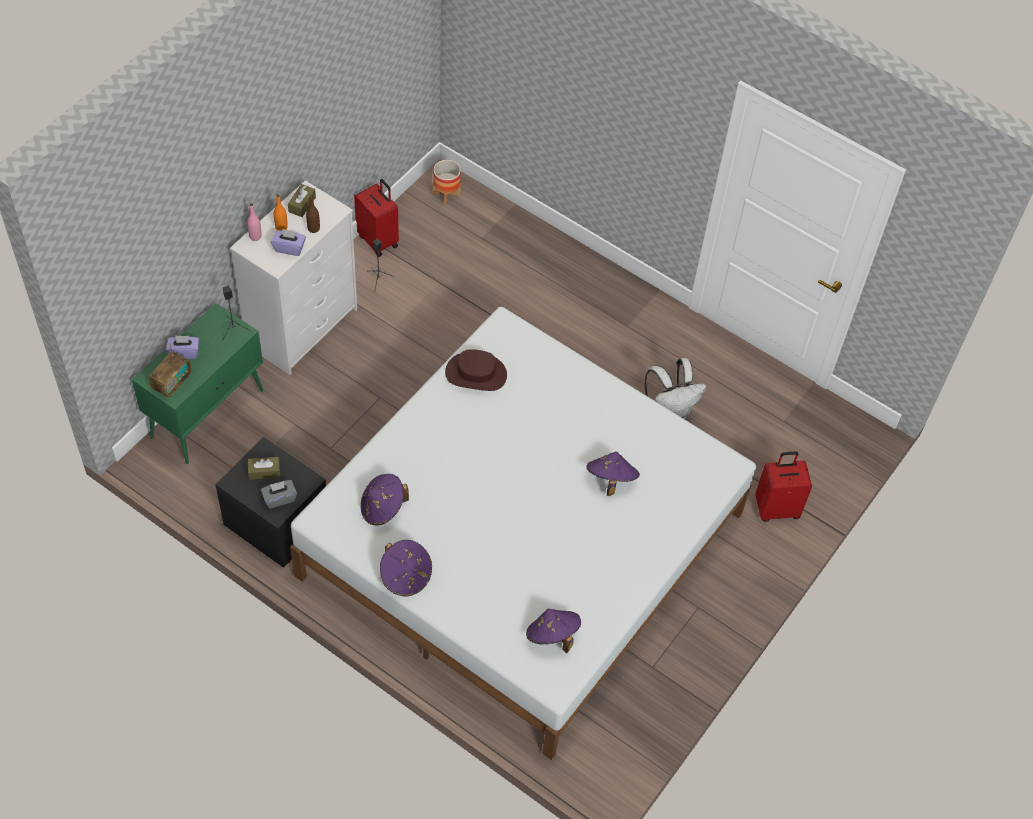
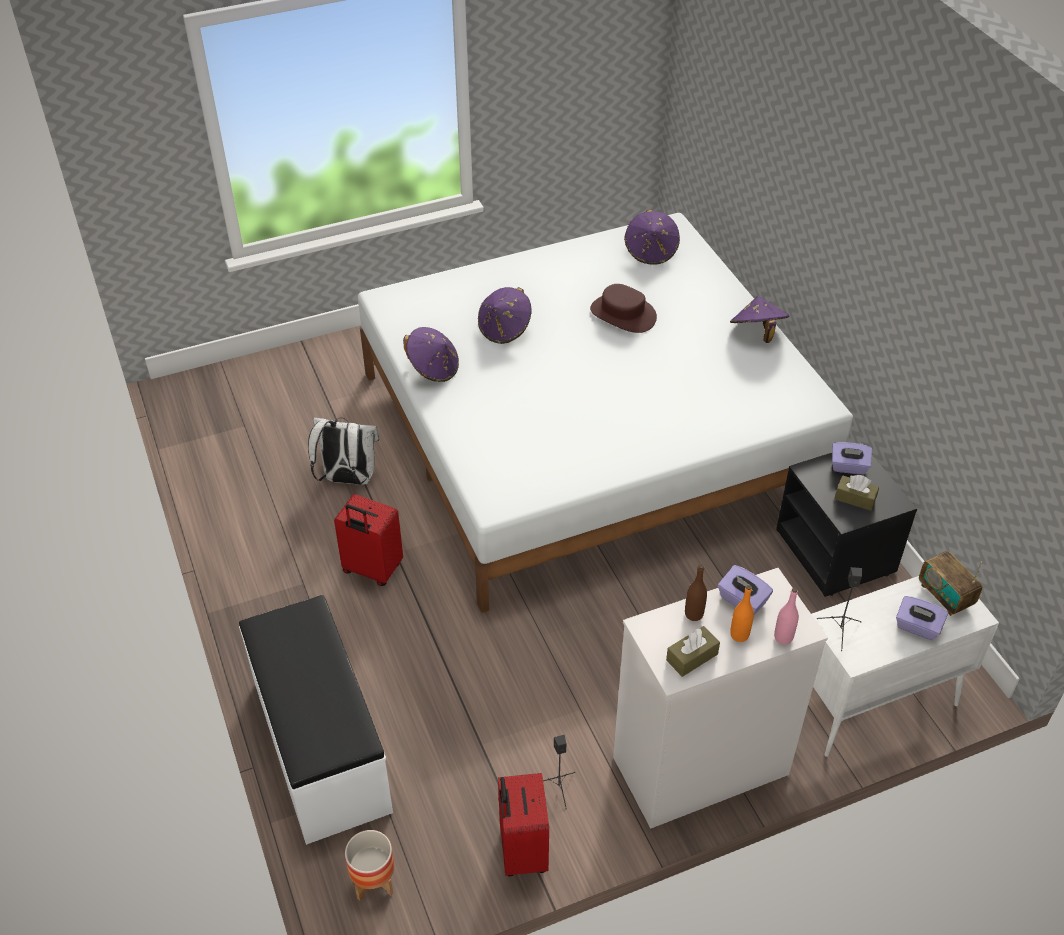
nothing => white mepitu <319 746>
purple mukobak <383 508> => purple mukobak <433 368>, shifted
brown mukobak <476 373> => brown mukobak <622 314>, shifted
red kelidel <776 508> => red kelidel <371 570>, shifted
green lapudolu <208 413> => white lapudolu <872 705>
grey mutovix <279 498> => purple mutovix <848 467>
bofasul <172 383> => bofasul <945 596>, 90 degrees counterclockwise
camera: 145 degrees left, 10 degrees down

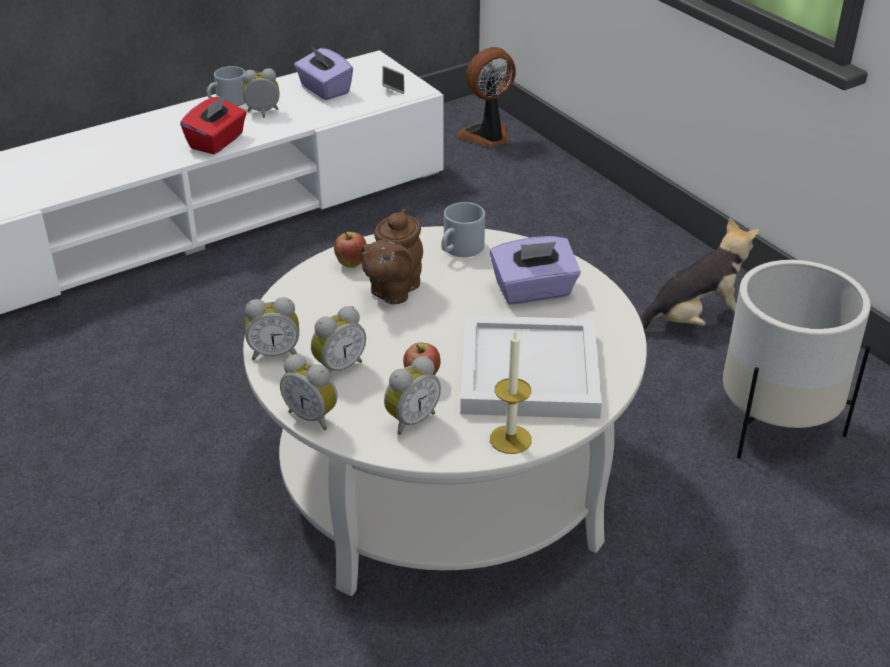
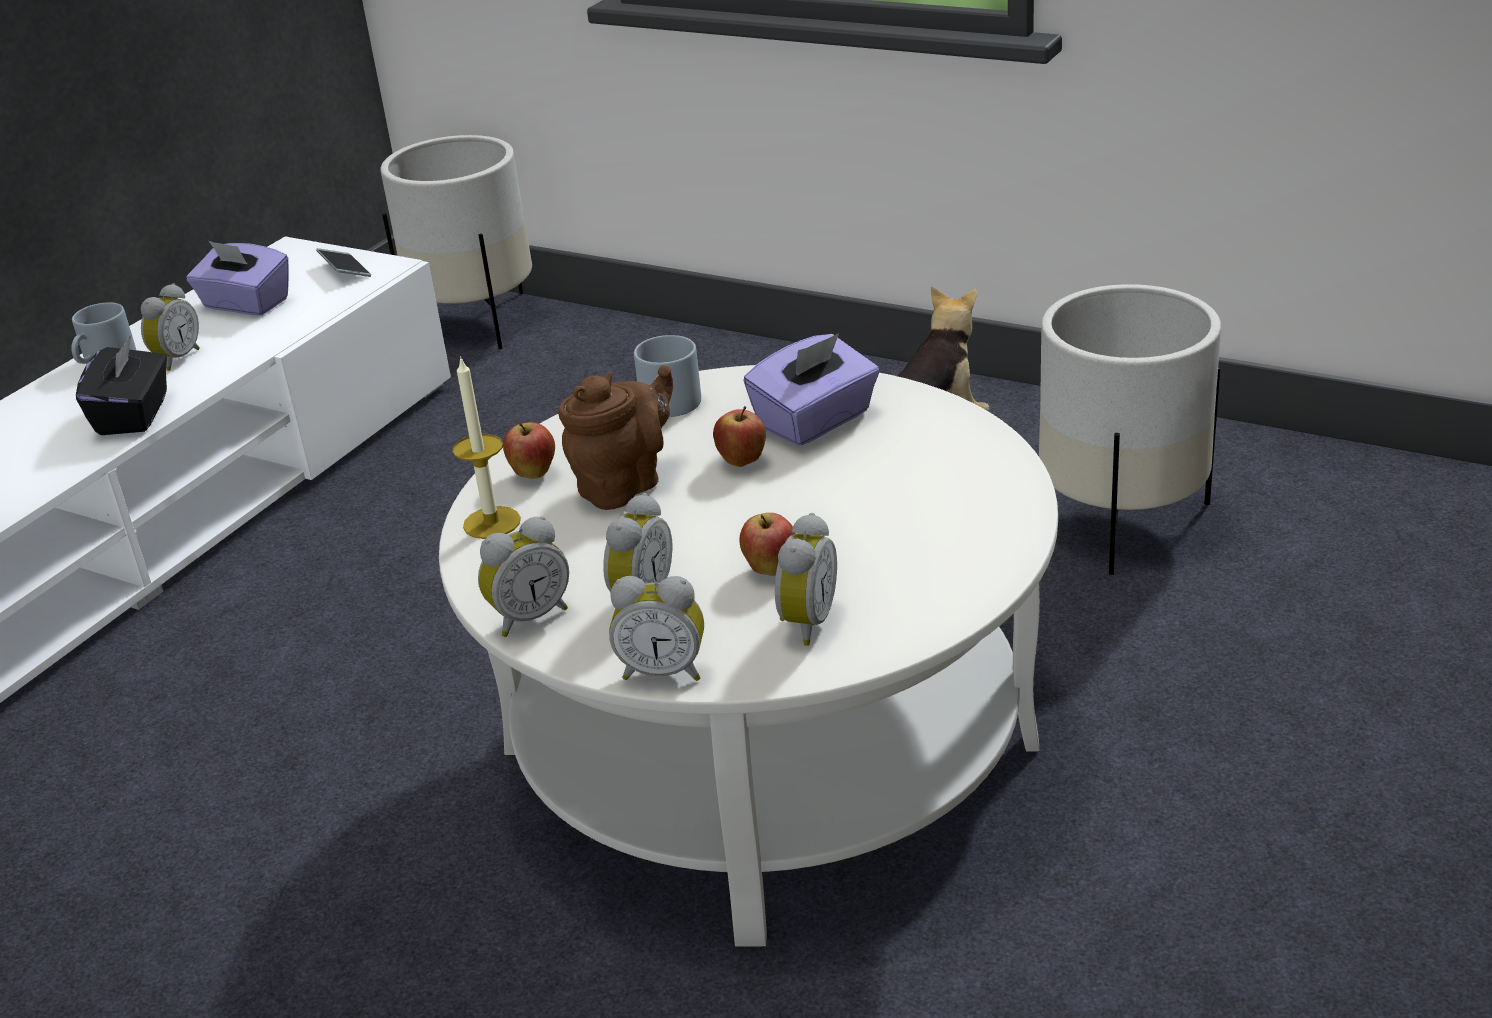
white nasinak <527 373> => nothing
nothing => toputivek <742 462>
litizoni <510 439> => litizoni <492 522>, shifted
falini <488 136> => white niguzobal <476 321>
red mutovix <217 142> => black mutovix <135 415>
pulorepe <263 113> => pulorepe <176 359>, 150 degrees clockwise
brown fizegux <392 291> => brown fizegux <625 485>, 135 degrees counterclockwise
camera: 25 degrees left, 5 degrees down

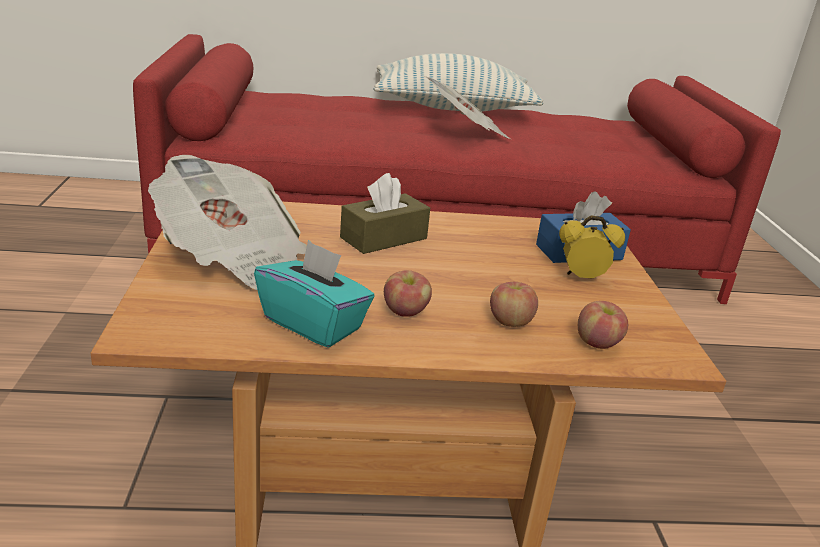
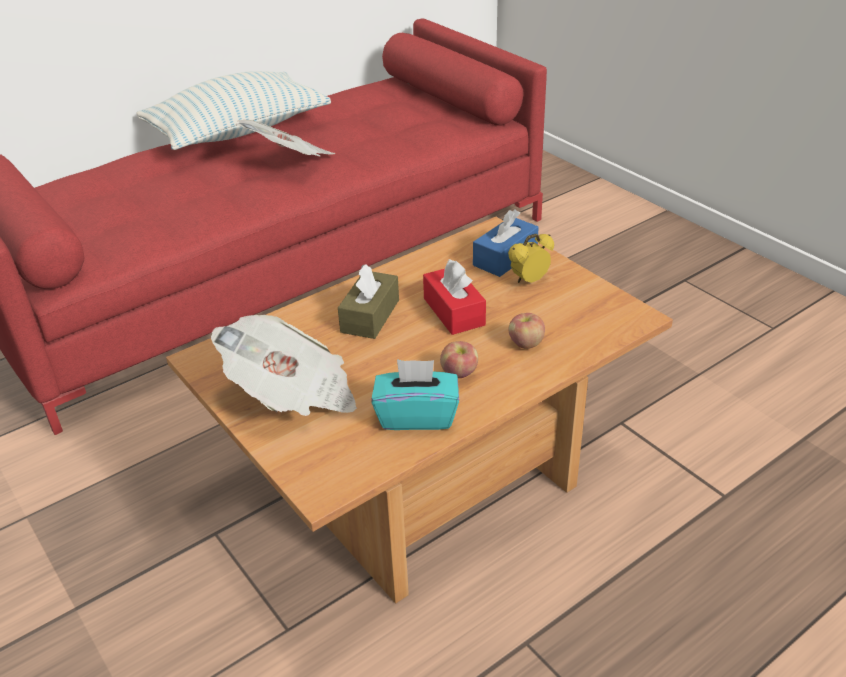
toputivek <597 343> => nothing
nothing => red mutovix <454 312>
camera: 30 degrees left, 10 degrees up

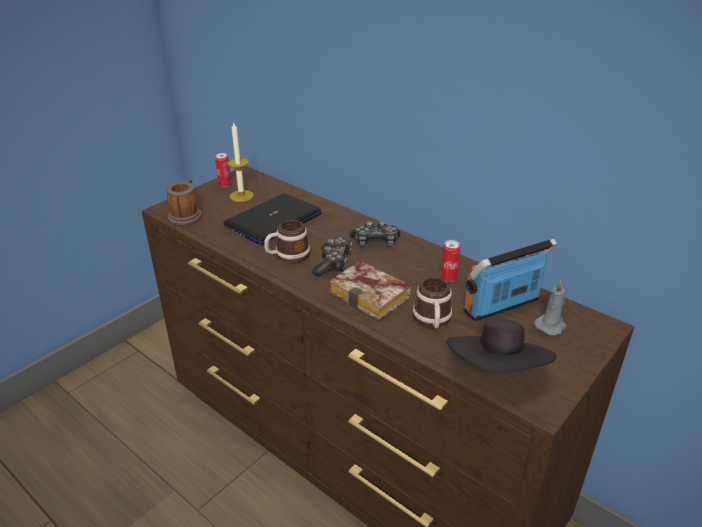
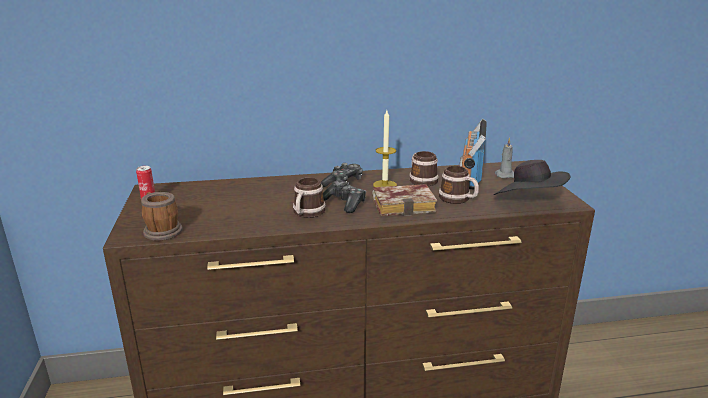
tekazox <273 220> => nothing
litizoni <241 196> => litizoni <385 185>, shifted
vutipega <448 278> => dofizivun <421 180>
camera: 50 degrees left, 10 degrees down

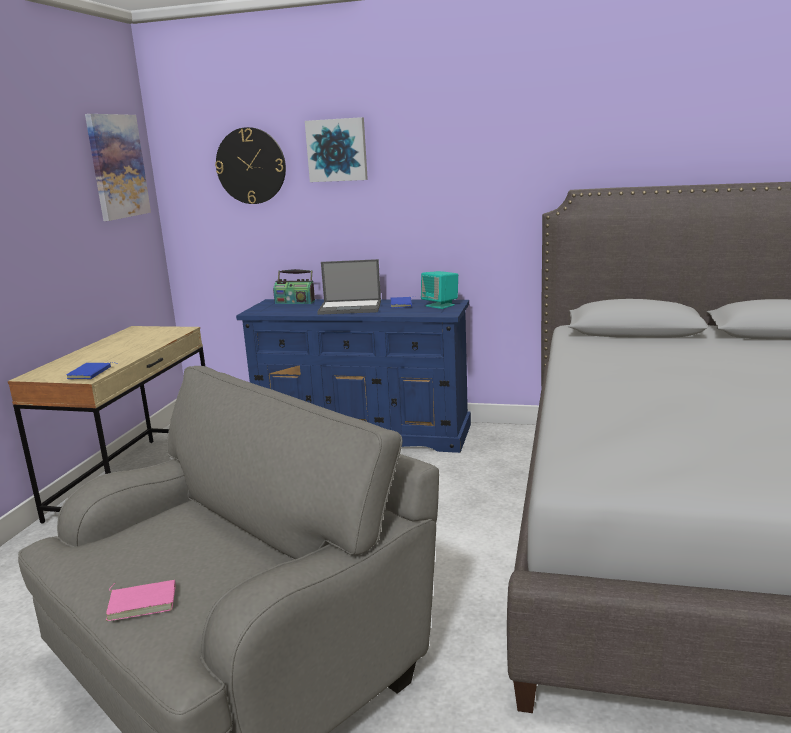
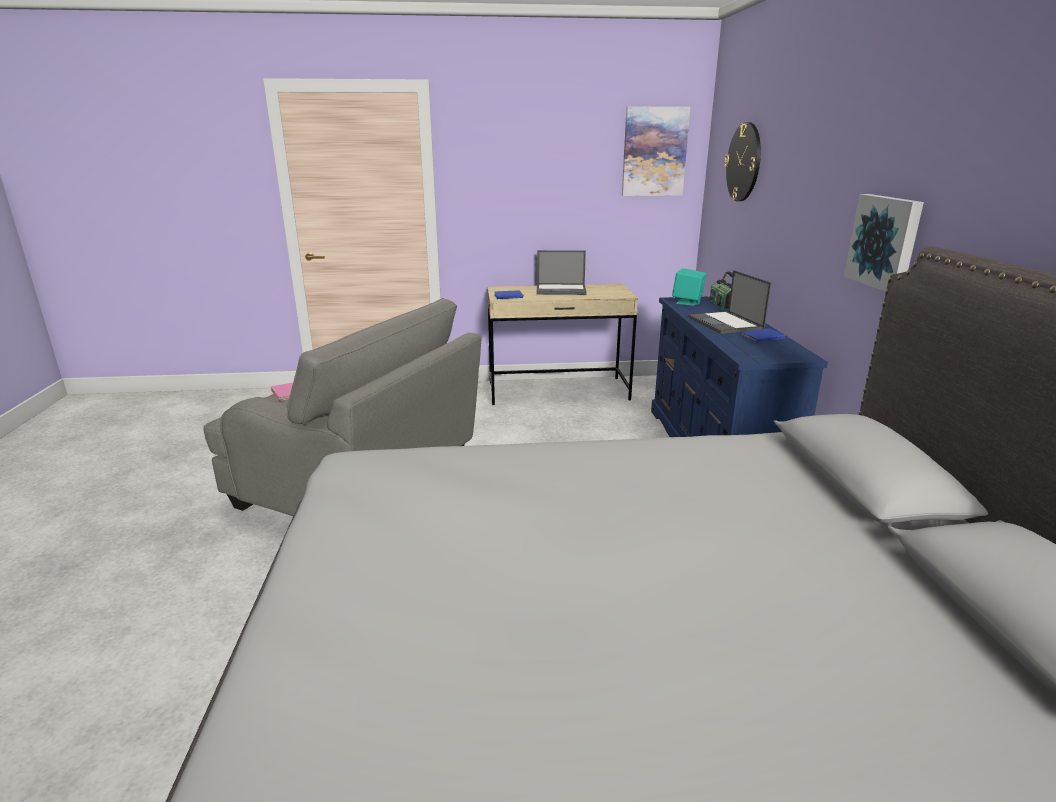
nothing => tekazox <561 290>
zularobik <337 150> => zularobik <885 242>, shifted
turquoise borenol <440 305> => turquoise borenol <687 302>, shifted
camera: 70 degrees right, 5 degrees up

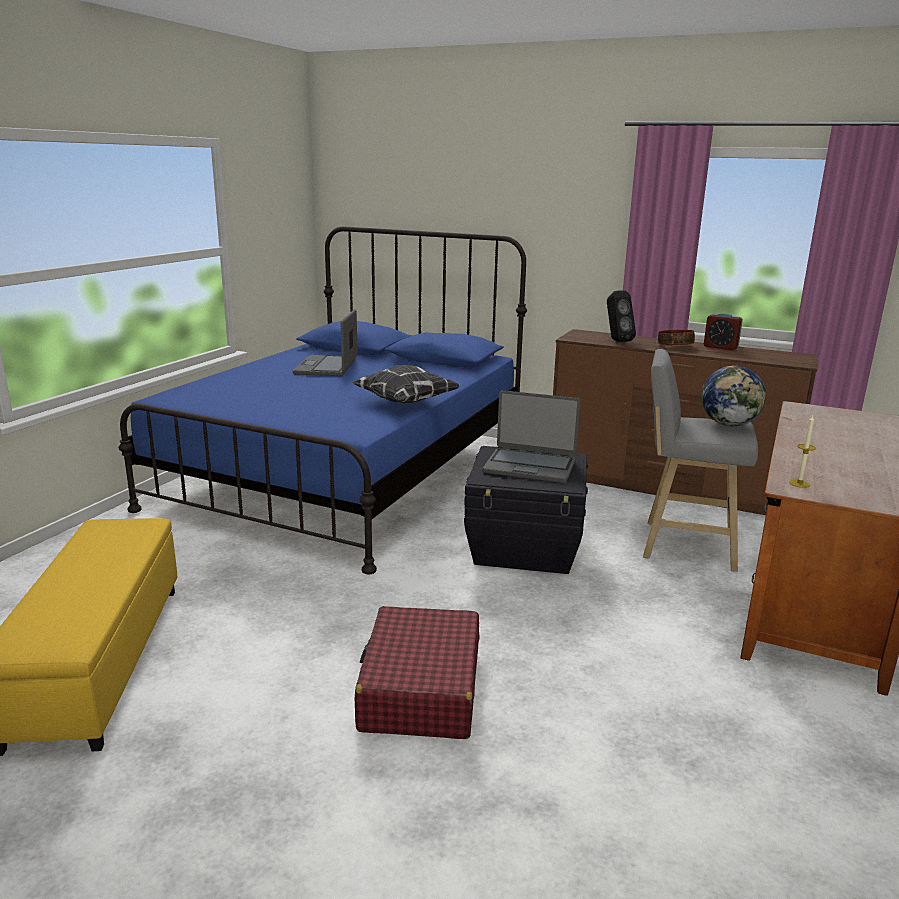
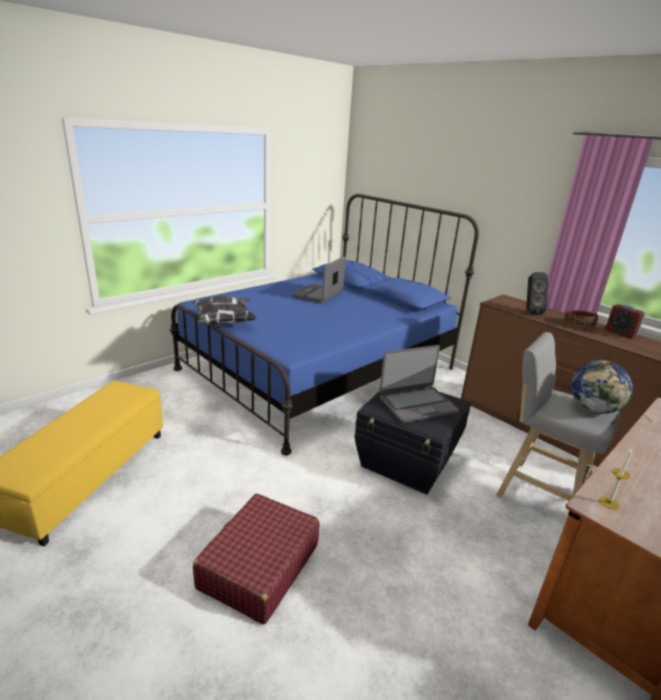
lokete <405 402> => lokete <225 322>, shifted
tekazox <530 466> => tekazox <417 404>, 60 degrees counterclockwise
camera: 20 degrees right, 5 degrees up

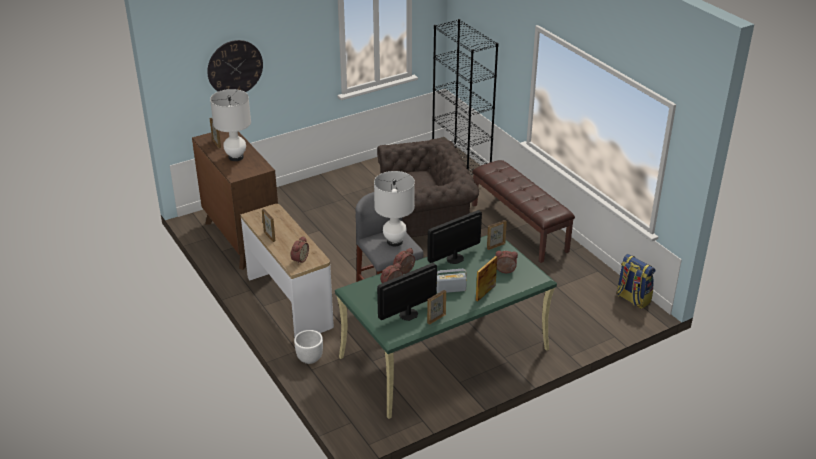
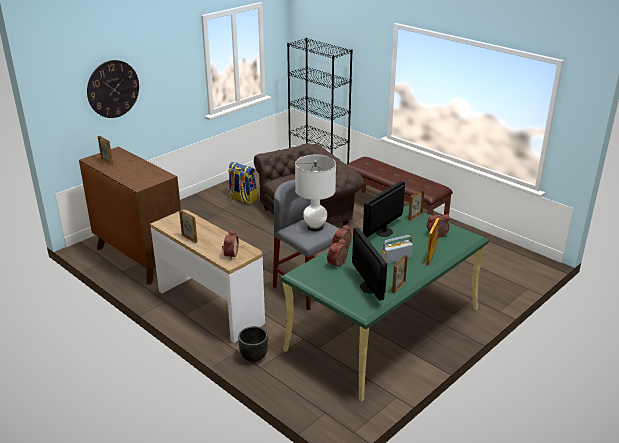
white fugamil <236 157> => nothing
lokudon <632 299> => lokudon <242 199>, shifted
white niguzobal <309 358> => black niguzobal <253 357>
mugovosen <408 314> => mugovosen <369 287>, 60 degrees counterclockwise
camera: 15 degrees left, 5 degrees down

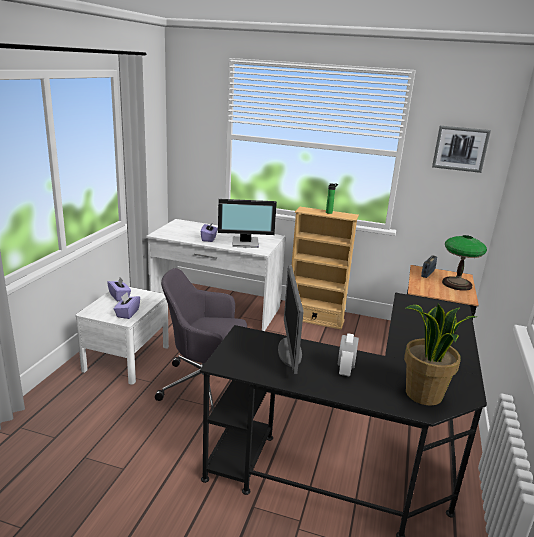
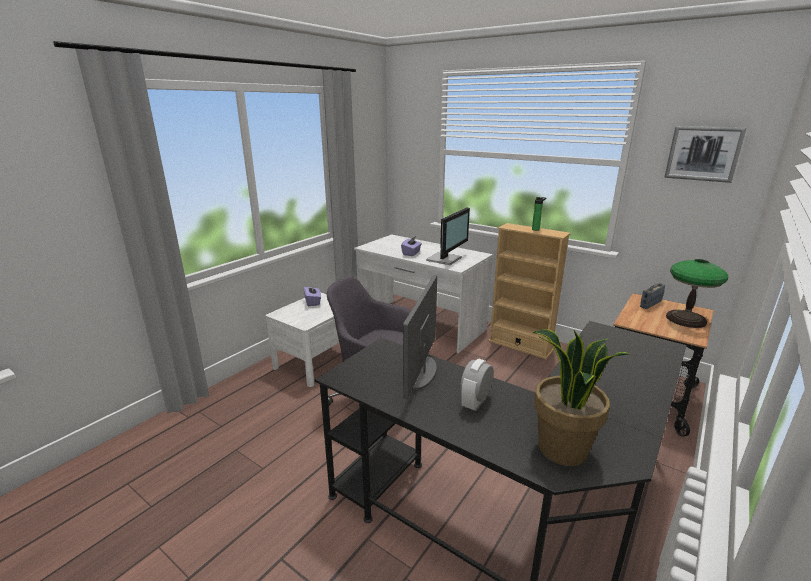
purple mutovix <127 313> => nothing
mugovosen <245 243> => mugovosen <445 259>, 75 degrees counterclockwise
camera: 20 degrees right, 0 degrees up

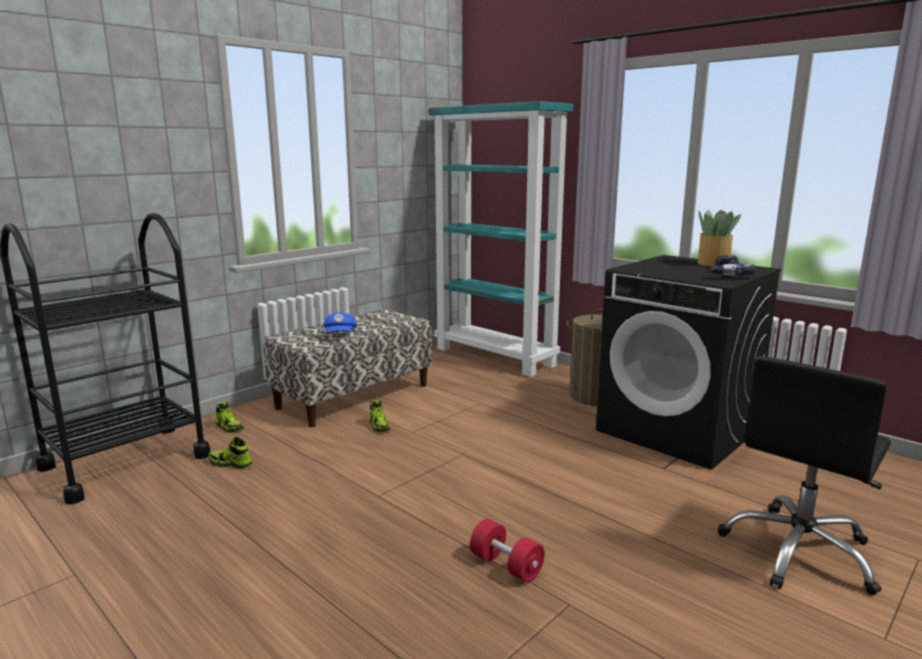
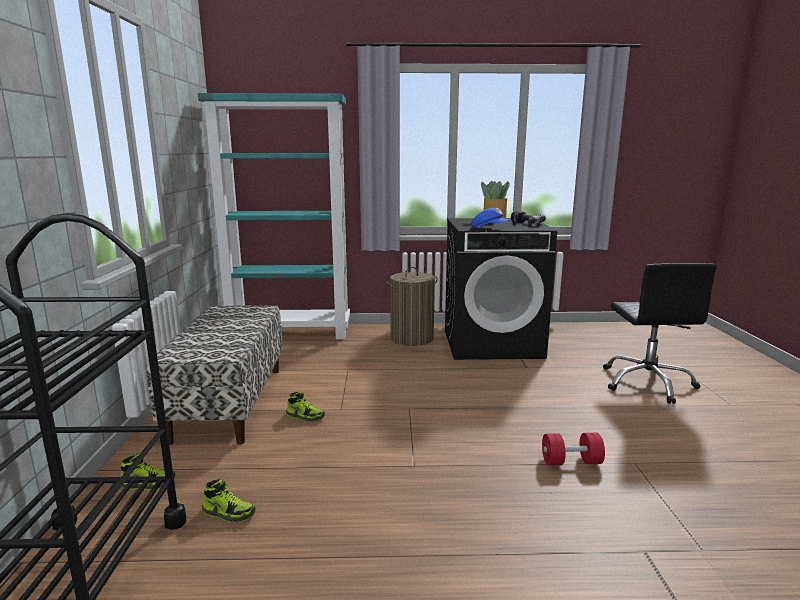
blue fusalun <340 335> => blue fusalun <489 229>, shifted
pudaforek <231 464> => pudaforek <229 513>, 135 degrees counterclockwise
camera: 45 degrees left, 0 degrees up

